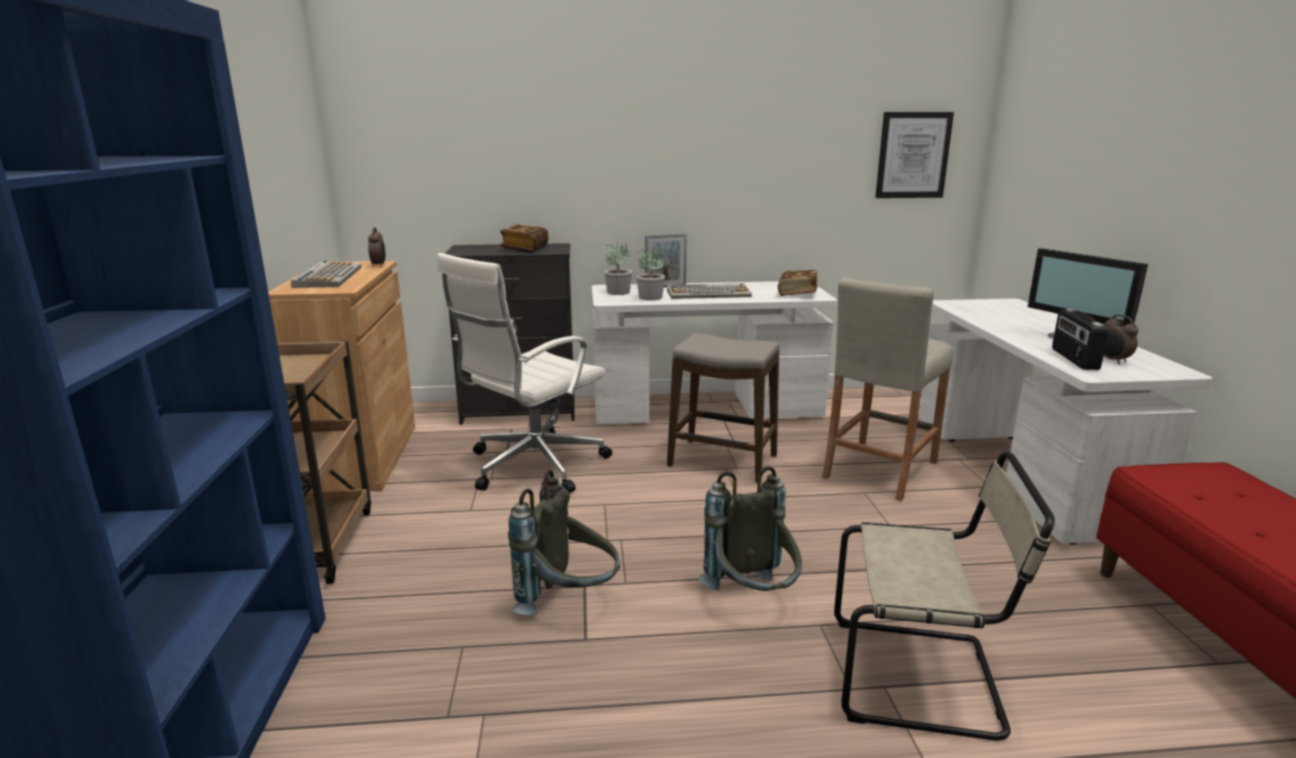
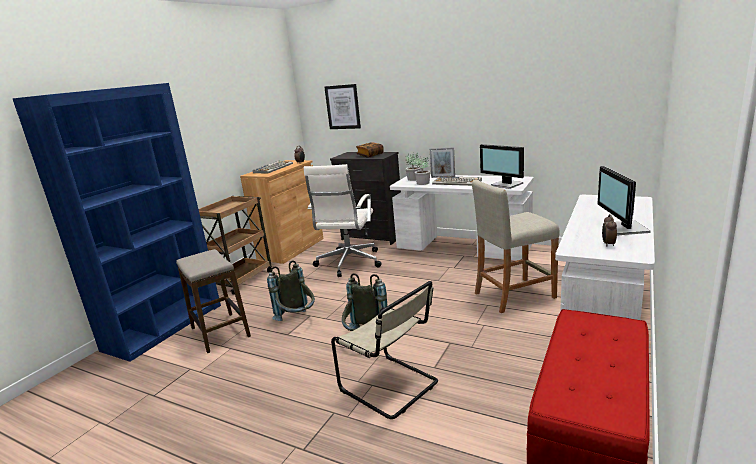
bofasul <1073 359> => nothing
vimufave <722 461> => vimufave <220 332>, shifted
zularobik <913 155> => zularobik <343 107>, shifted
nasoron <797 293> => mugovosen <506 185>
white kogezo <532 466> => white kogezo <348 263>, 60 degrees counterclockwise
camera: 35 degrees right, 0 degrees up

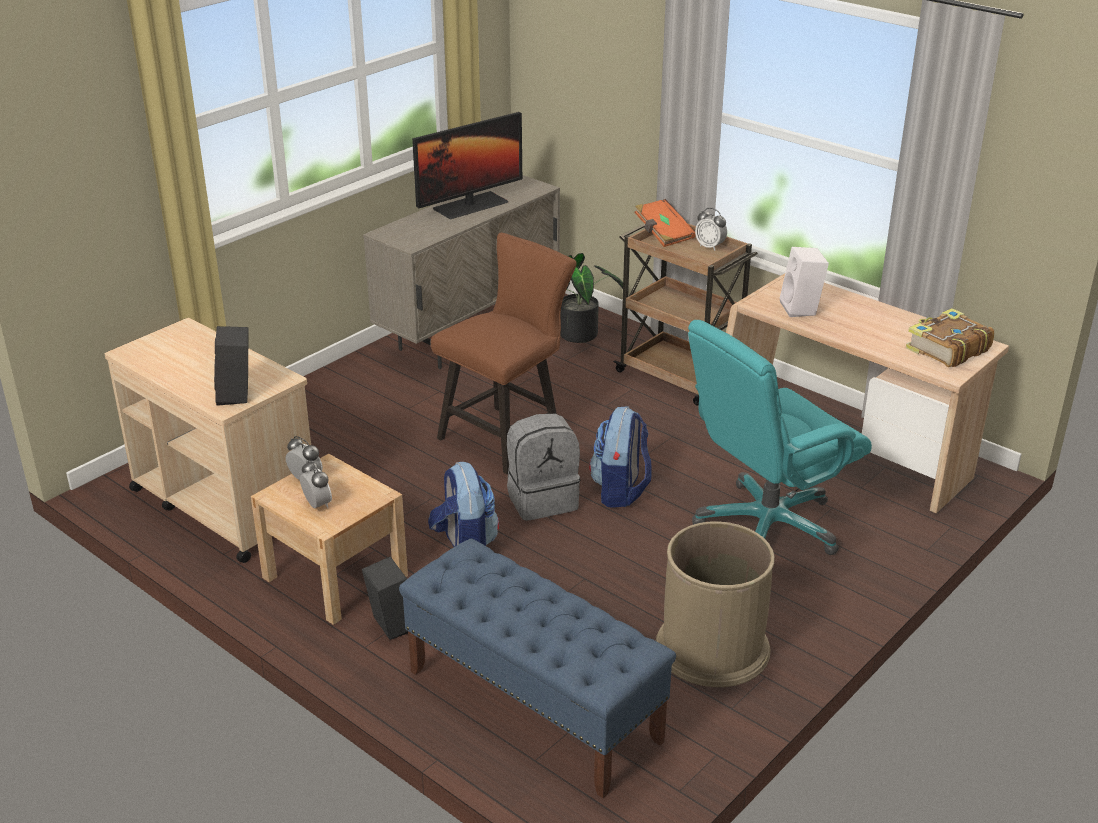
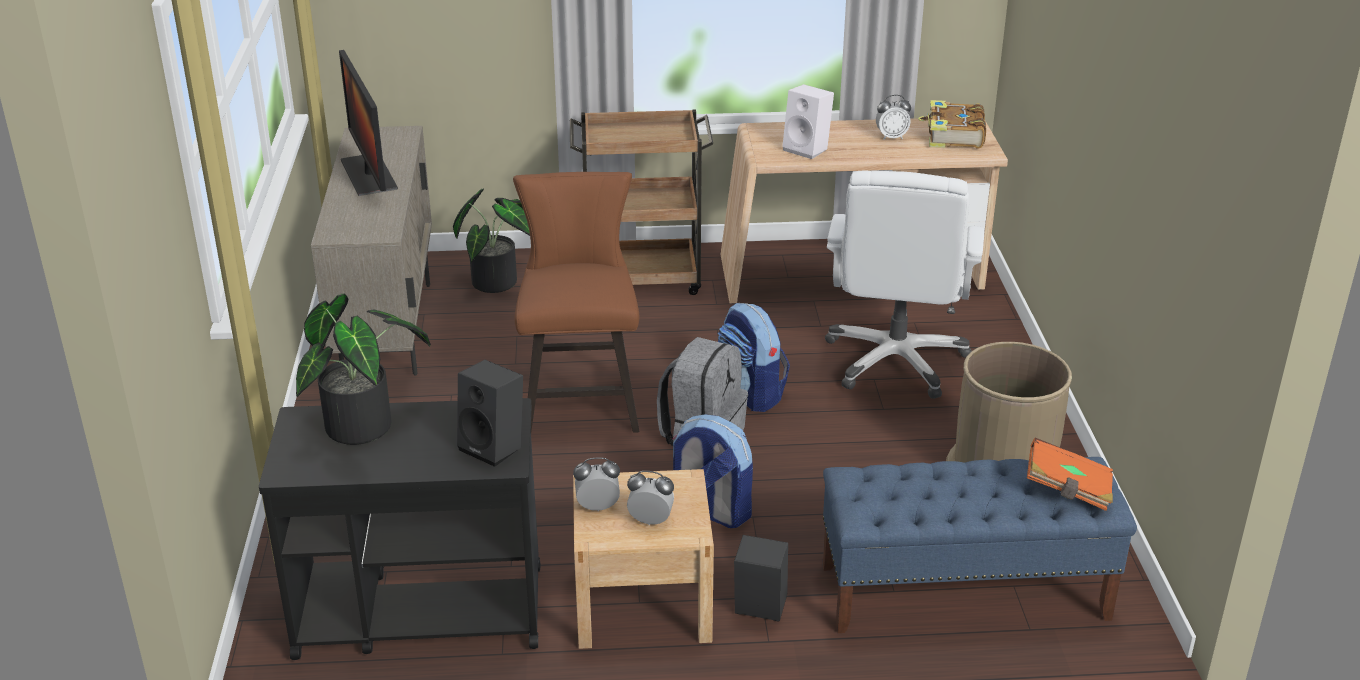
nothing => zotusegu <367 426>
orange nasoron <663 234> => orange nasoron <1067 489>, shifted
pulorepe <710 247> => pulorepe <891 137>, shifted
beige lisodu <223 504> => black lisodu <418 612>
turquoise kogezo <766 526> => white kogezo <896 361>
mugovosen <470 205> => mugovosen <368 174>, 150 degrees clockwise
camera: 45 degrees left, 0 degrees up

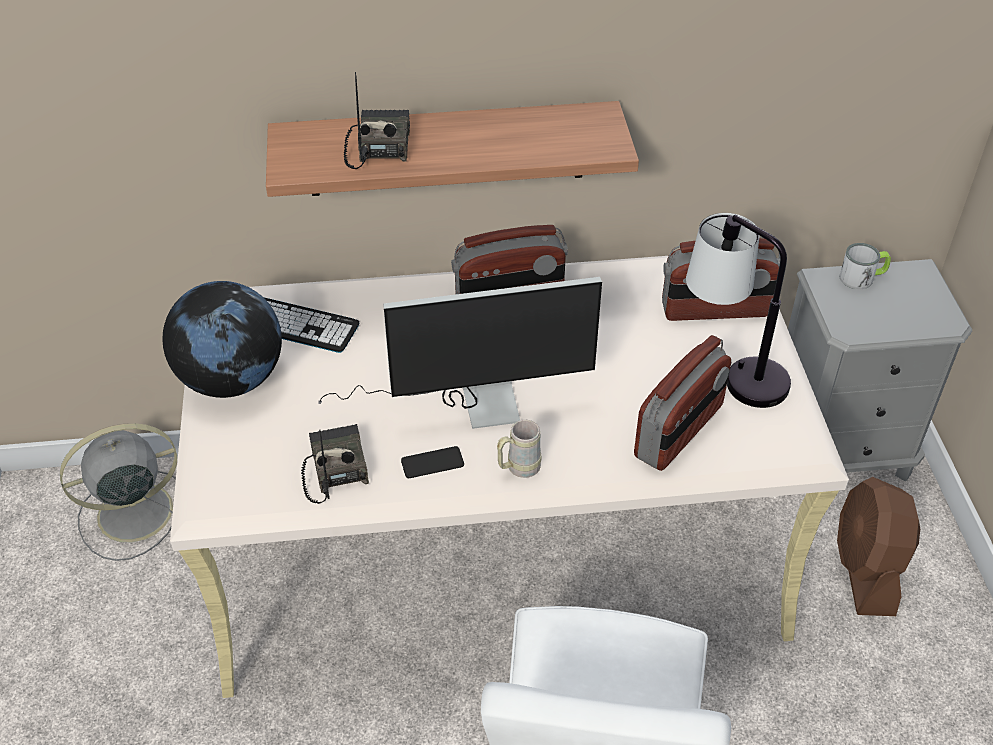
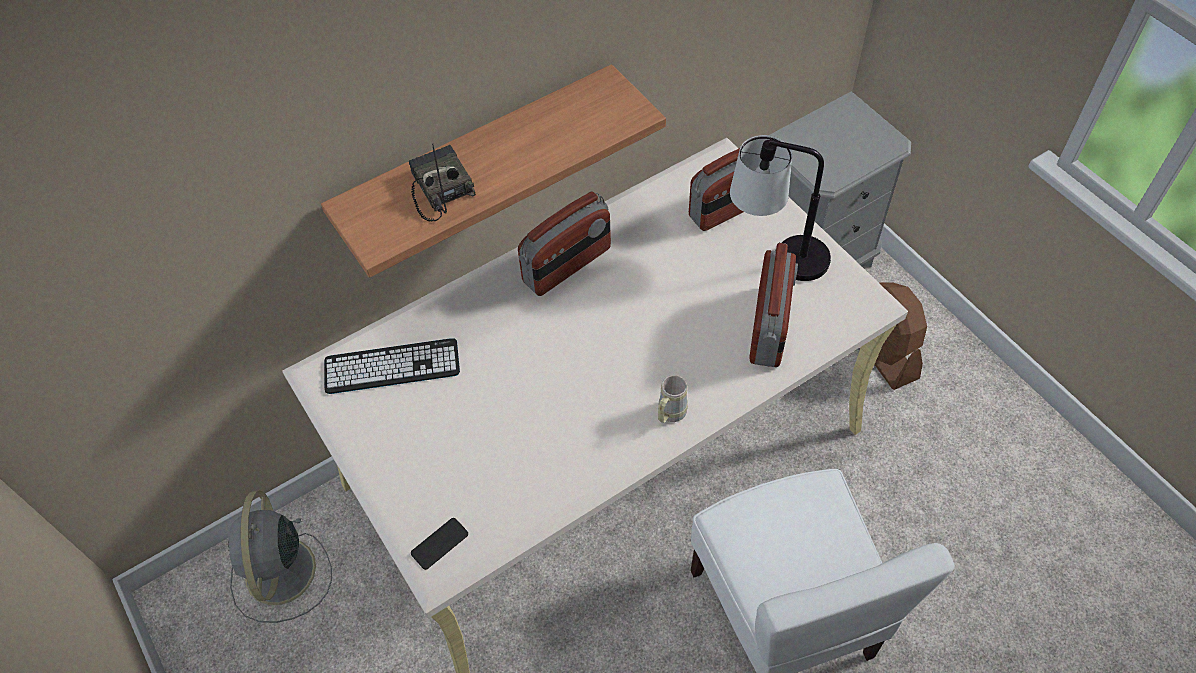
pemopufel <232 379> => nothing
bofasul <334 469> => nothing
mugovosen <469 402> => nothing
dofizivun <862 277> => nothing
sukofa <432 463> => sukofa <439 543>, shifted
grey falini <131 514> => grey falini <280 574>, 45 degrees counterclockwise
camera: 25 degrees left, 10 degrees up

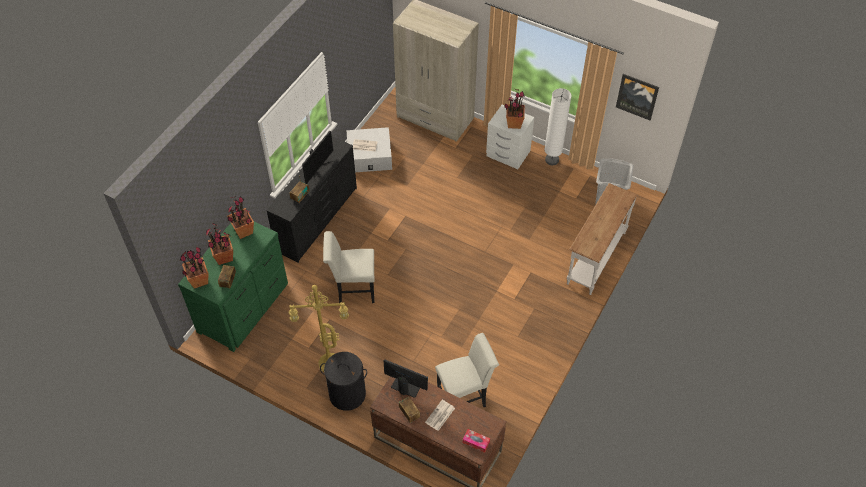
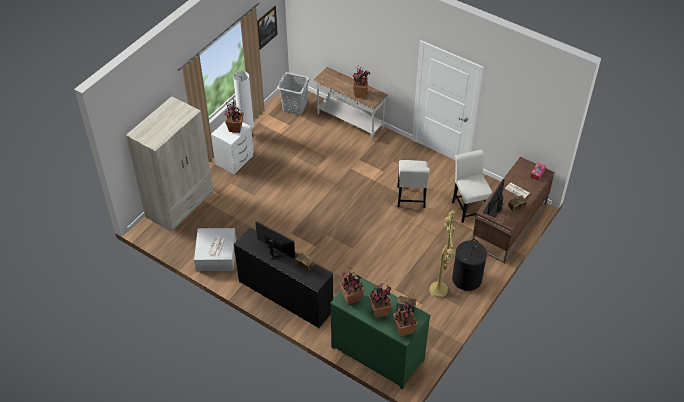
nothing => zotusegu <360 93>
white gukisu <353 289> => white gukisu <411 199>, shifted
camera: 85 degrees left, 5 degrees down

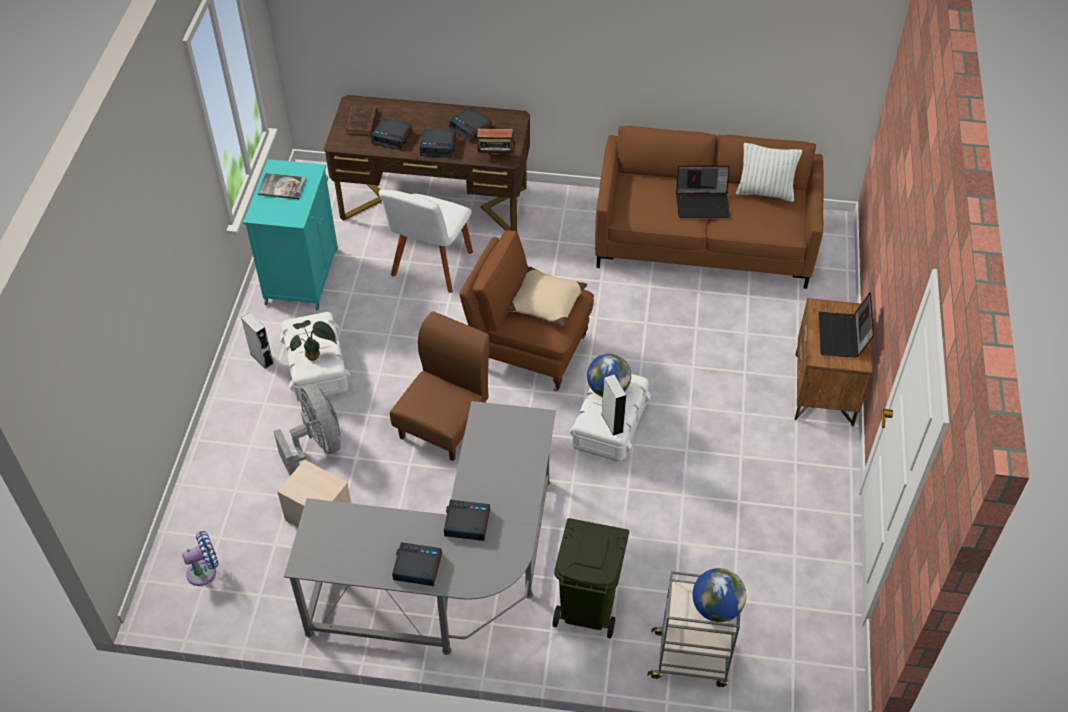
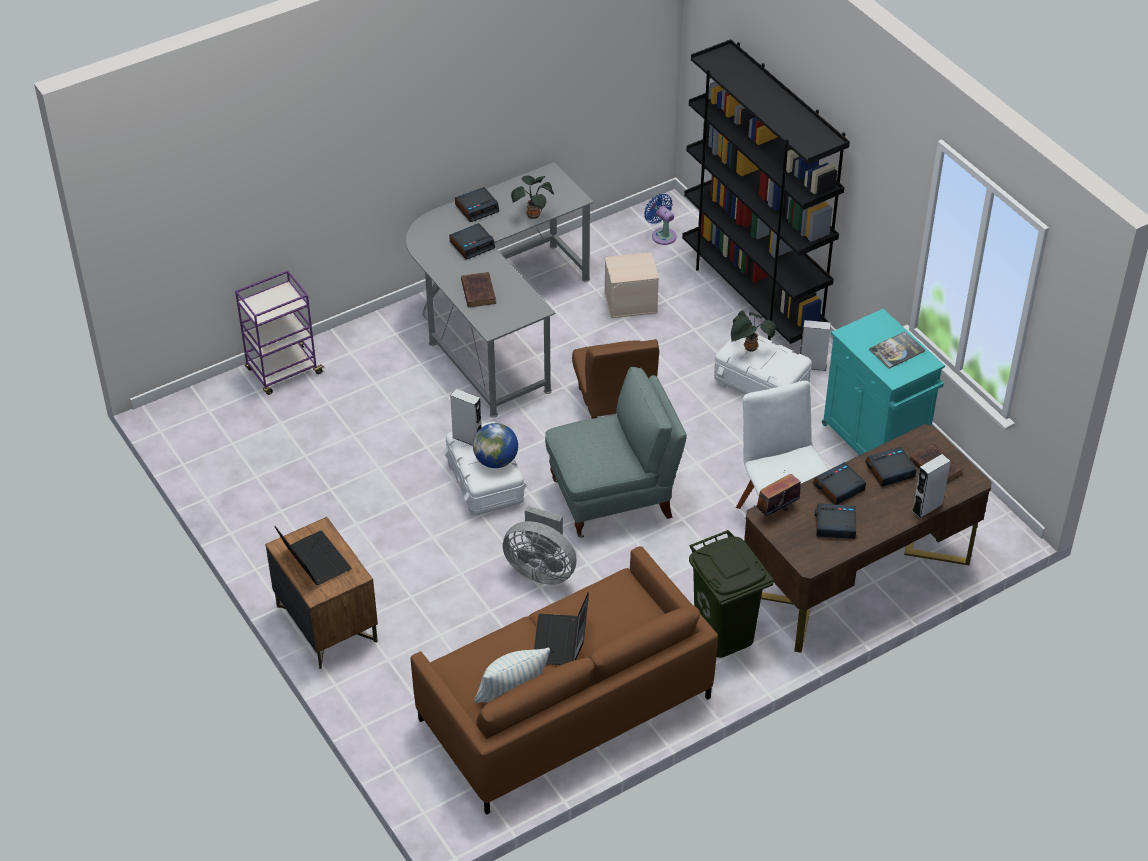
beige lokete <545 303> => nothing
pemopufel <716 608> => nothing
nothing => brown nasoron <478 291>
nothing => zotusegu <533 214>
nothing => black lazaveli <753 295>
nothing => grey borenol <927 508>
grey falini <317 445> => grey falini <541 570>, shifted
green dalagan <589 608> => green dalagan <722 634>, shifted
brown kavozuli <529 351> => grey kavozuli <613 499>
grey lisodu <691 659> => purple lisodu <283 372>
blue falini <205 571> => blue falini <662 235>, 120 degrees clockwise
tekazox <703 203> => tekazox <561 642>, 45 degrees counterclockwise
camera: 140 degrees right, 5 degrees down

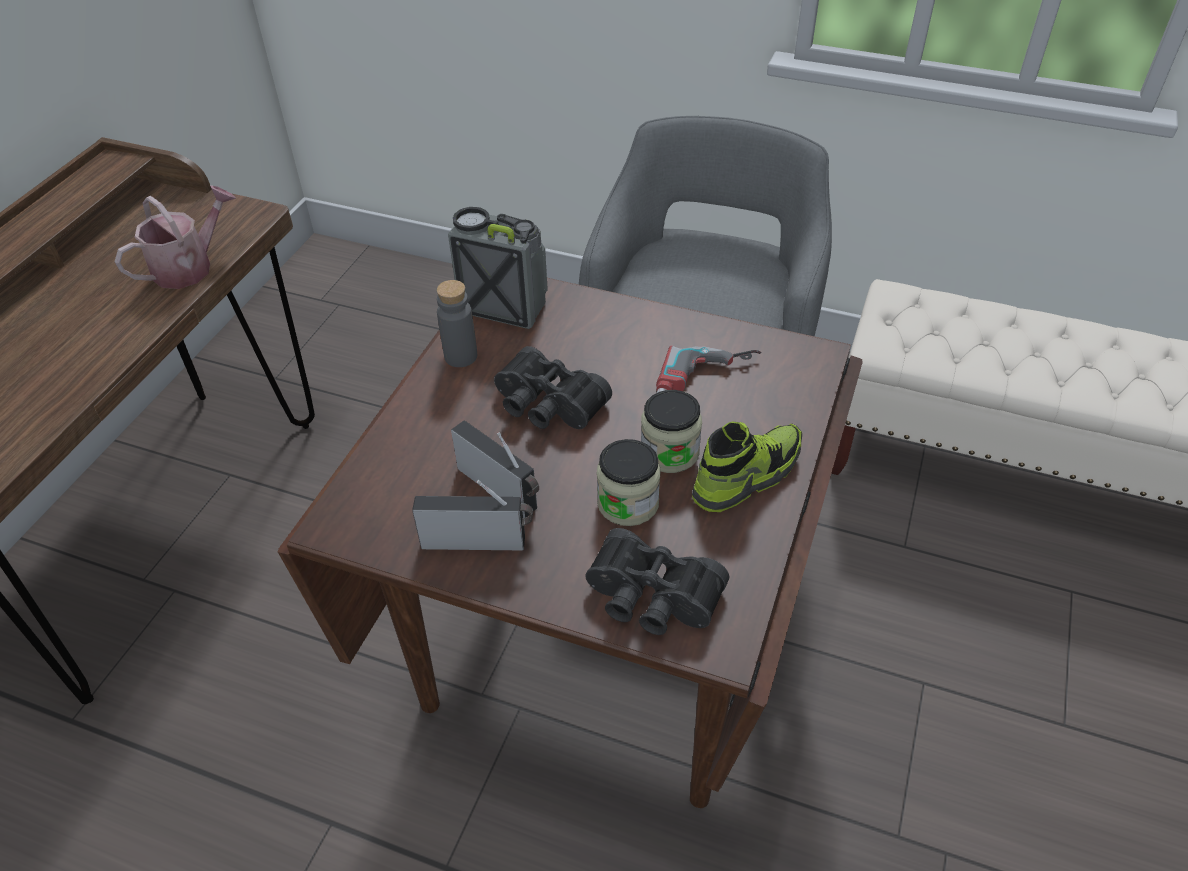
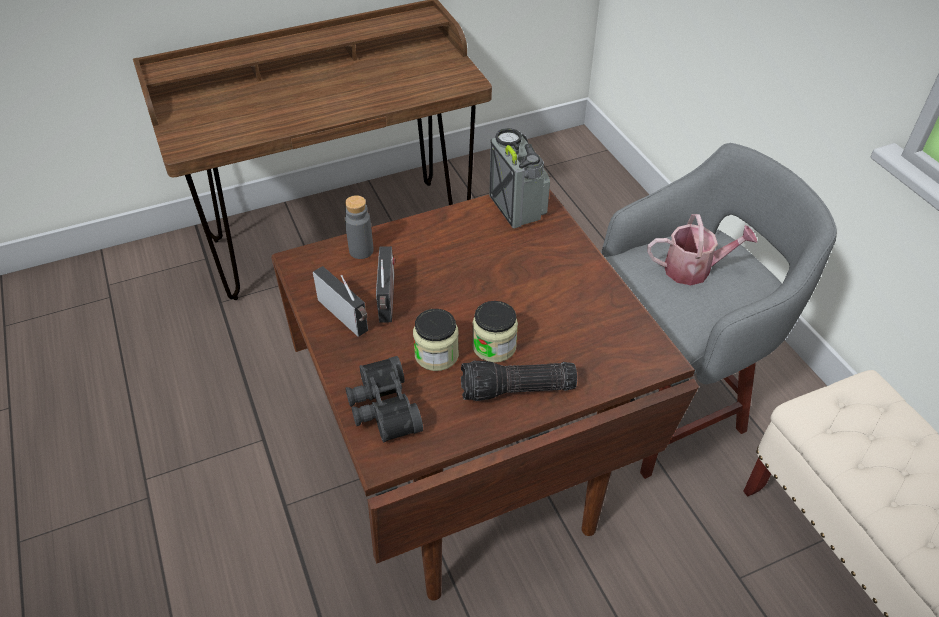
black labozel <546 406> => nothing
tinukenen <706 383> => nothing
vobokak <190 267> => vobokak <694 269>, shifted
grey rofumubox <461 356> => grey rofumubox <361 251>, shifted
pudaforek <746 476> => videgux <516 391>
camera: 45 degrees right, 0 degrees up

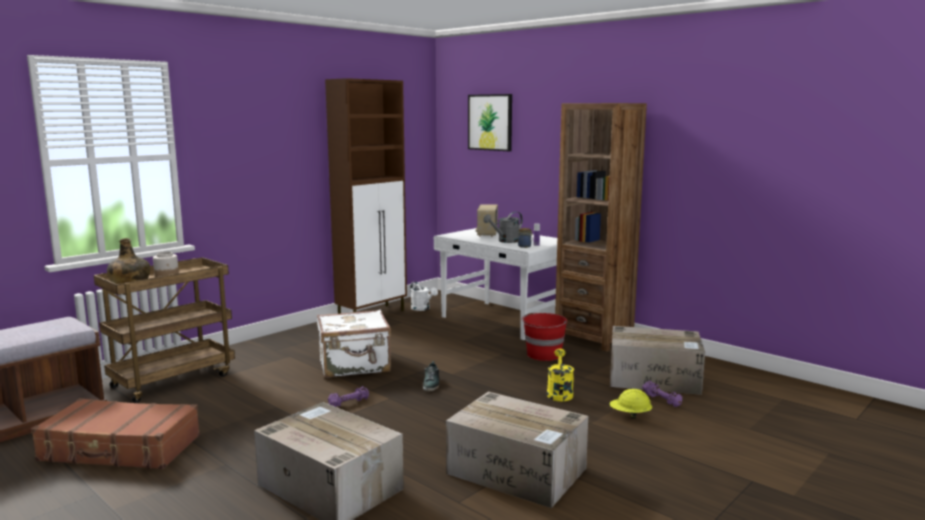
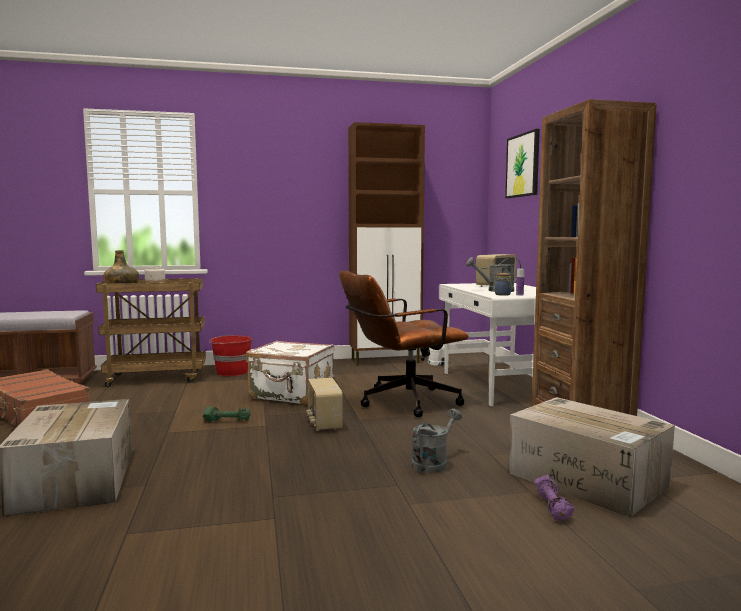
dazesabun <518 471> => nothing
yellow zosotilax <630 415> => nothing
nothing => brown kogezo <401 402>
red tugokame <544 355> => red tugokame <231 372>, shifted
pudaforek <431 384> => bofasul <323 423>
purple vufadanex <348 403> => green vufadanex <227 421>
yellow vobokak <559 393> => grey vobokak <433 463>
camera: 35 degrees right, 5 degrees down

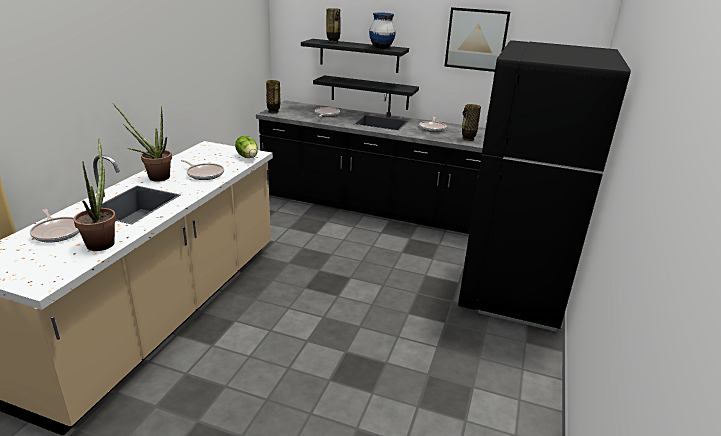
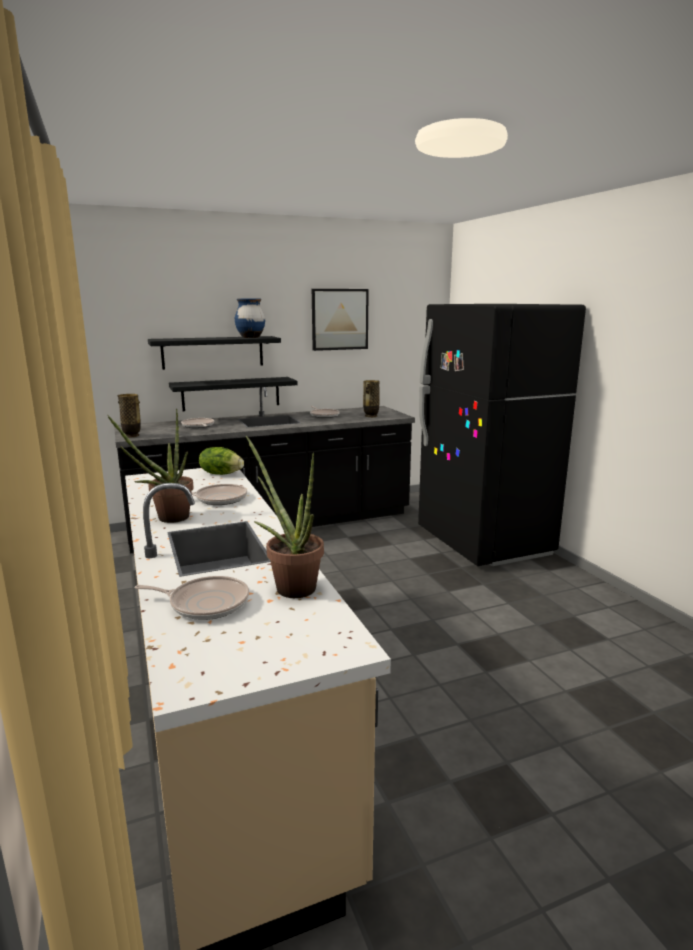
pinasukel <333 42> => nothing
camera: 40 degrees left, 10 degrees down

